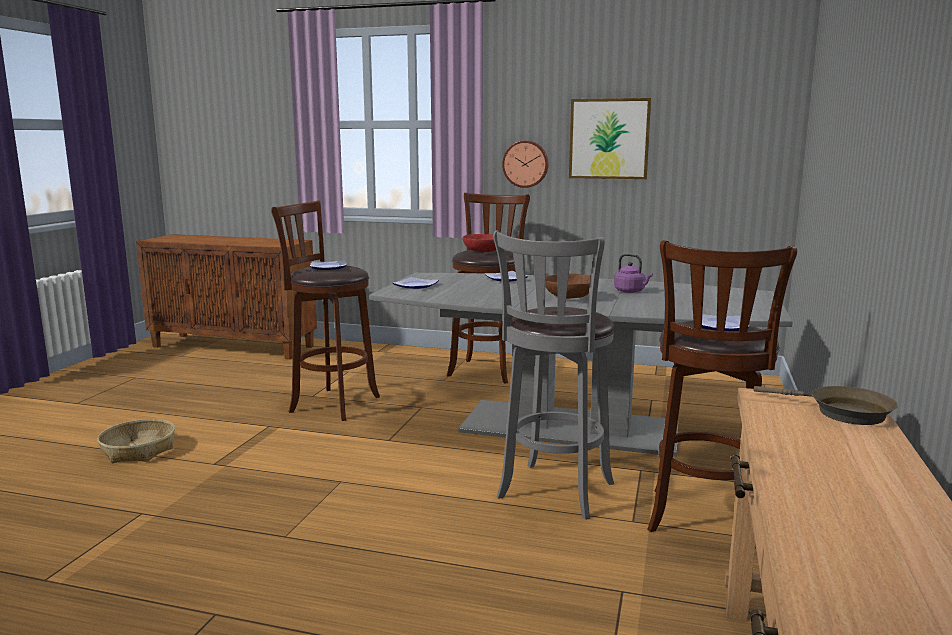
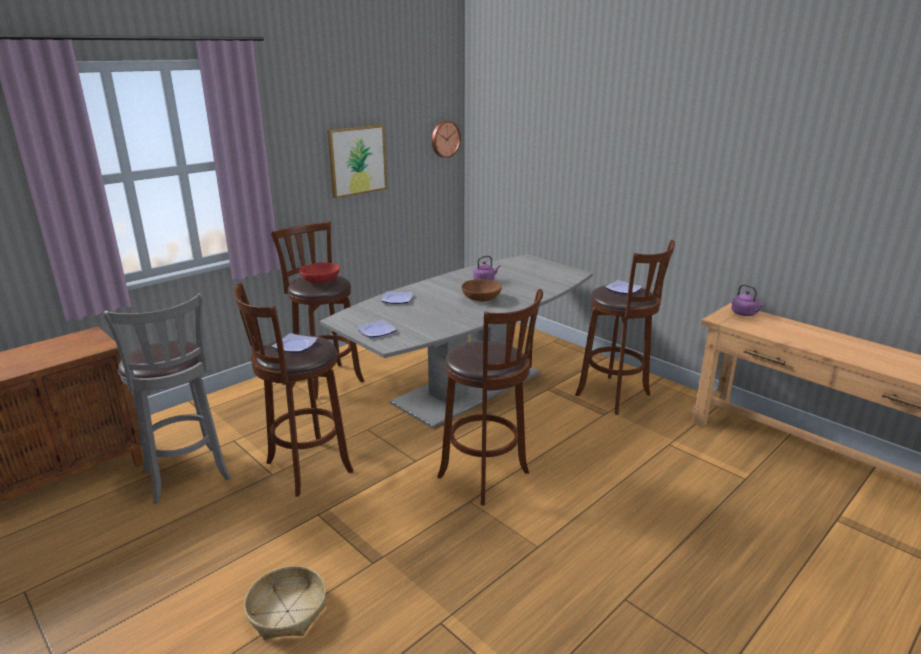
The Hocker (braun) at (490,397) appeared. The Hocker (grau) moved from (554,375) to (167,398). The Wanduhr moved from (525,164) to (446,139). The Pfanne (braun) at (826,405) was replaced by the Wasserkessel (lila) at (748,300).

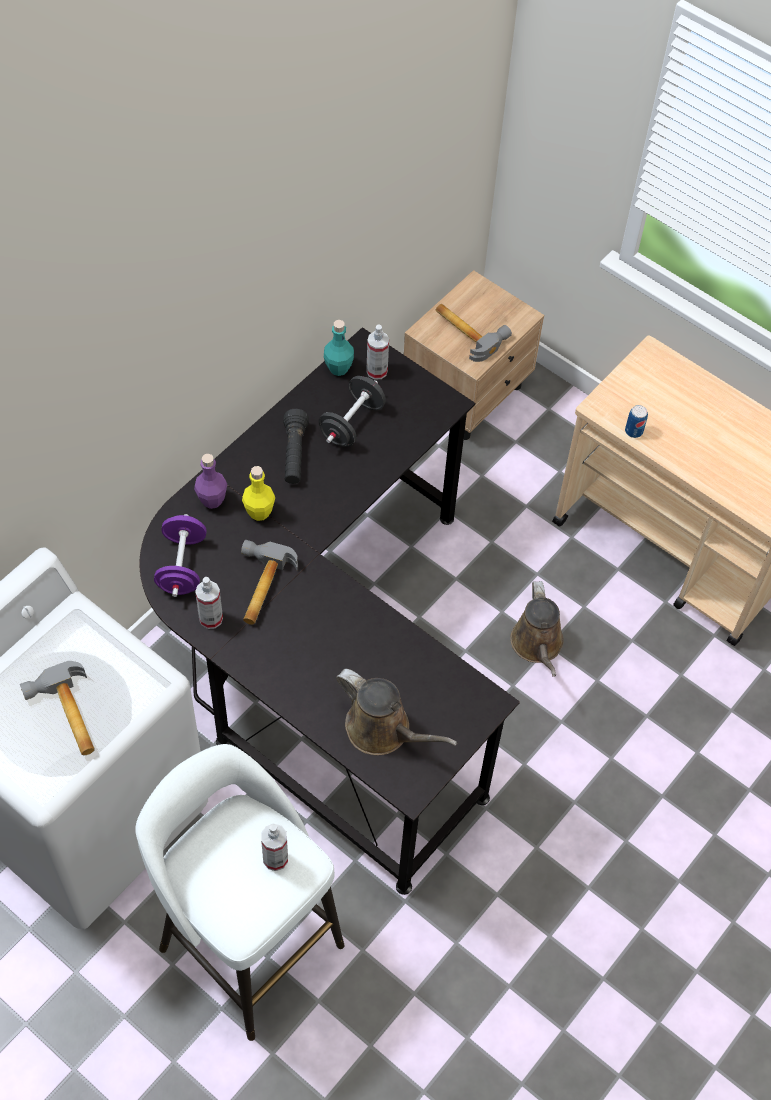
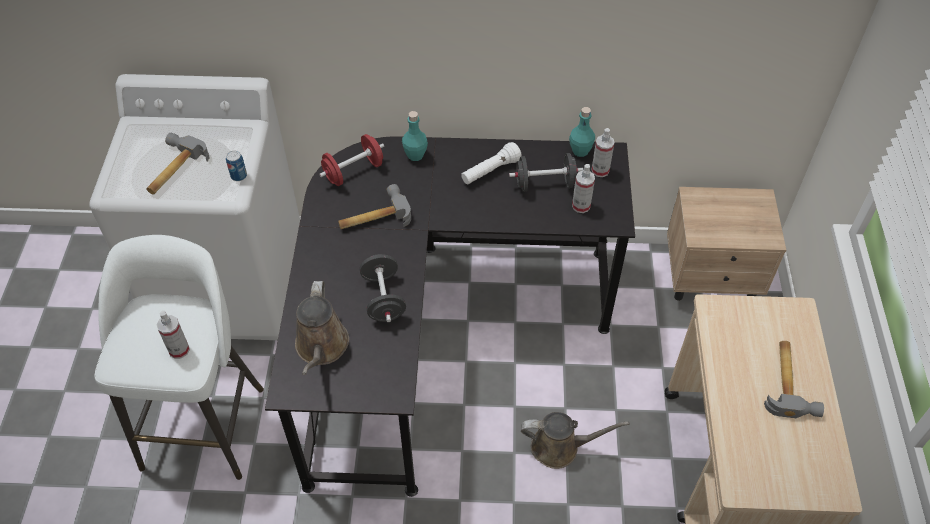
The Flasche (gelb) at (258,493) disappeared. The Hantel (schwarz) at (383,288) appeared. The Sprühflasche moved from (209,603) to (583,188). The Hammer moved from (474,333) to (794,379). The Dose moved from (636,421) to (236,166). The Hantel (lila) at (180,555) became the Hantel (rot) at (351,160). The Flasche (lila) at (210,481) became the Flasche (türkis) at (415,136). The Taschenlampe (schwarz) at (296,446) became the Taschenlampe (weiß) at (491,163). The Gießkanne (braun) at (537,628) turned 135 degrees counterclockwise.

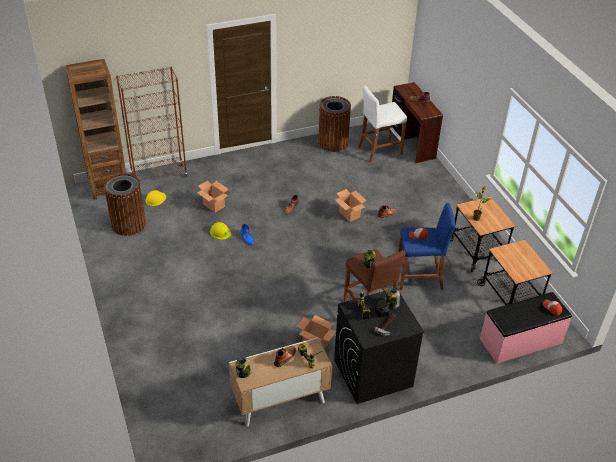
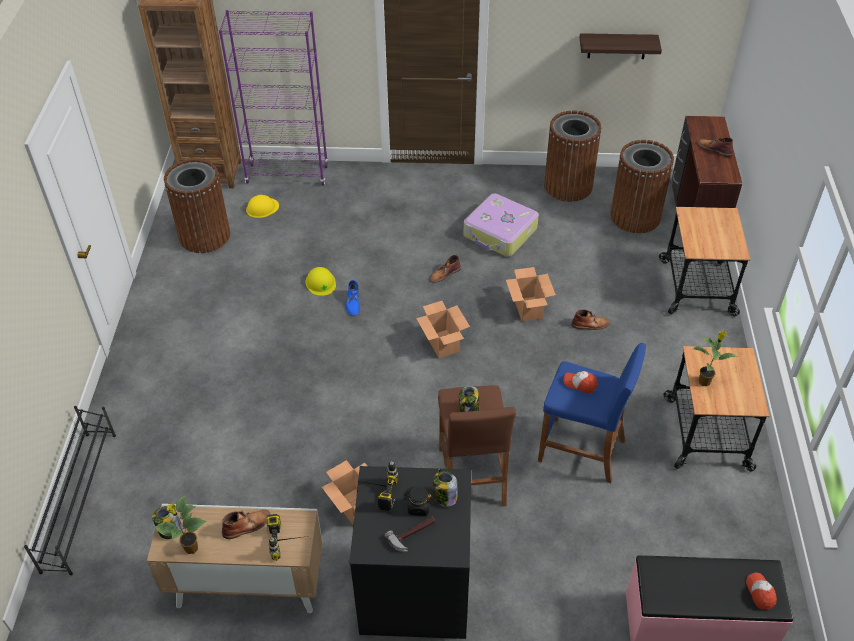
The Schuhregal (schwarz) at (70,490) appeared. The Topfpflanze at (180,525) appeared. The Koffer at (501,225) appeared. The Wandregal at (621,46) appeared. The Karton moved from (213,196) to (443,329). The Rollwagen moved from (515,272) to (704,261). The Hocker (weiß) at (382,124) was replaced by the Mülleimer (braun) at (642,186). The Bücherregal (braun) at (152,123) became the Bücherregal (lila) at (274,97).

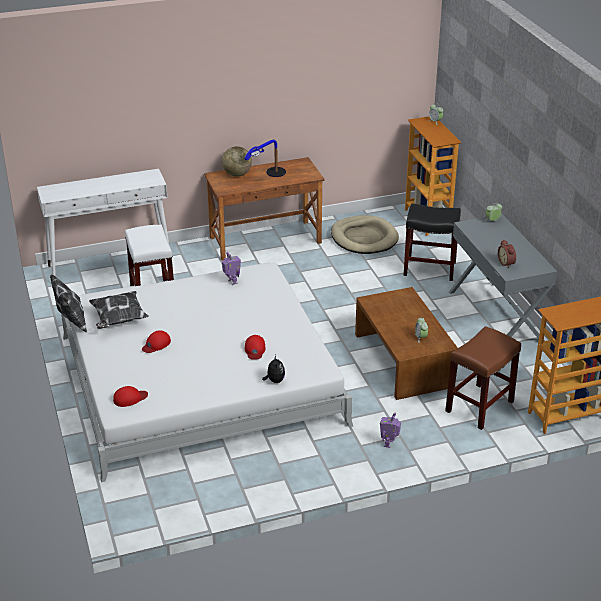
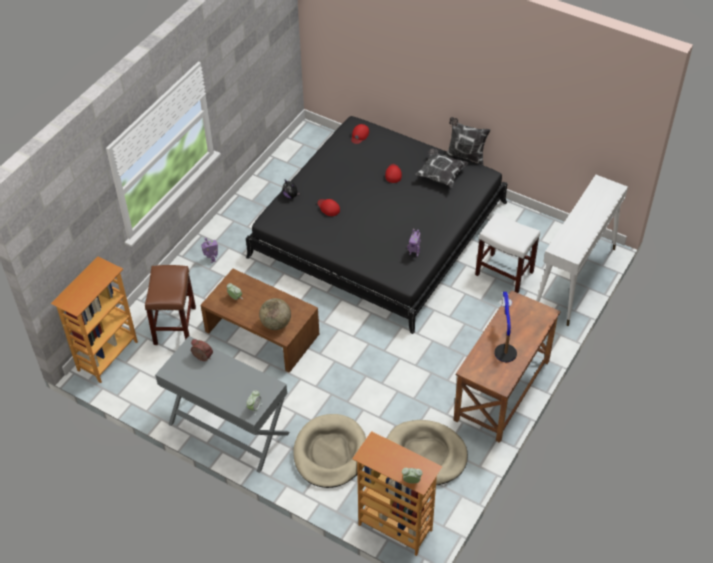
The Globus moved from (237,161) to (275,314). The Hocker (schwarz) at (432,242) was replaced by the Hundebett (beige) at (329,451). The Bett (weiß) at (207,372) became the Bett (schwarz) at (377,225).

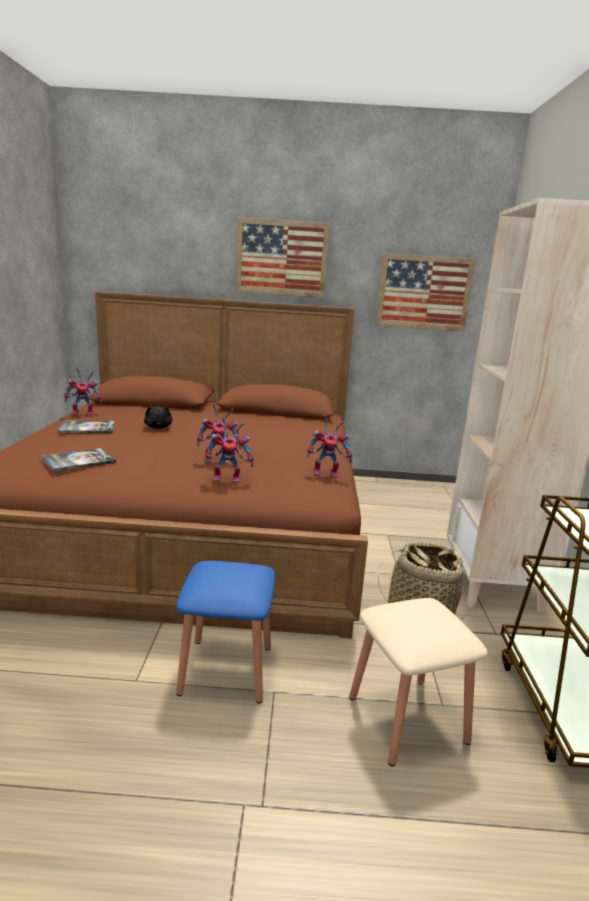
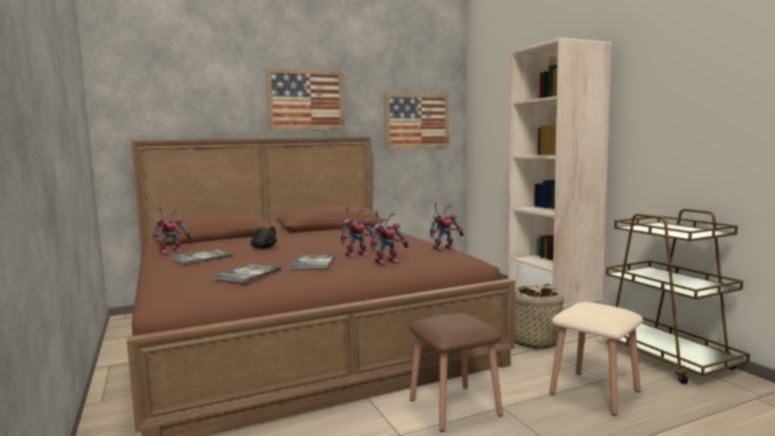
The Buch at (312,262) appeared. The Hocker (blau) at (225,632) became the Hocker (braun) at (456,372).

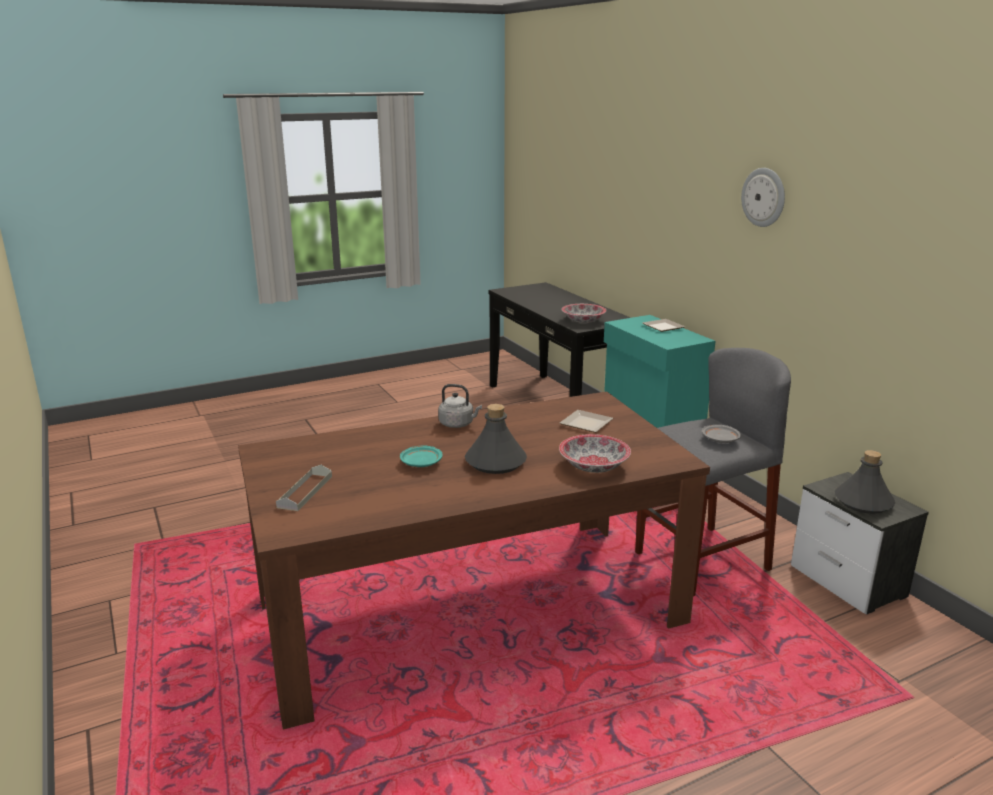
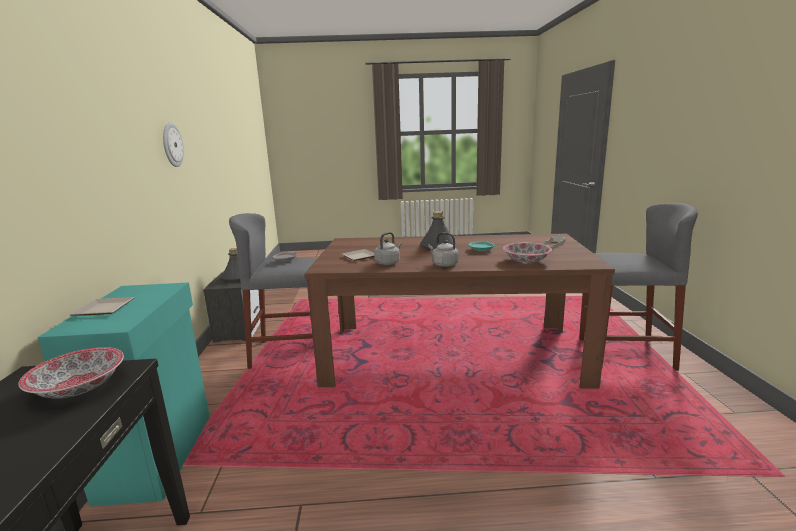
The Wasserkessel (grau) at (388,248) appeared. The Hocker (grau) at (638,287) appeared. The Schüssel moved from (595,453) to (527,253). The Wanduhr moved from (763,197) to (173,144).

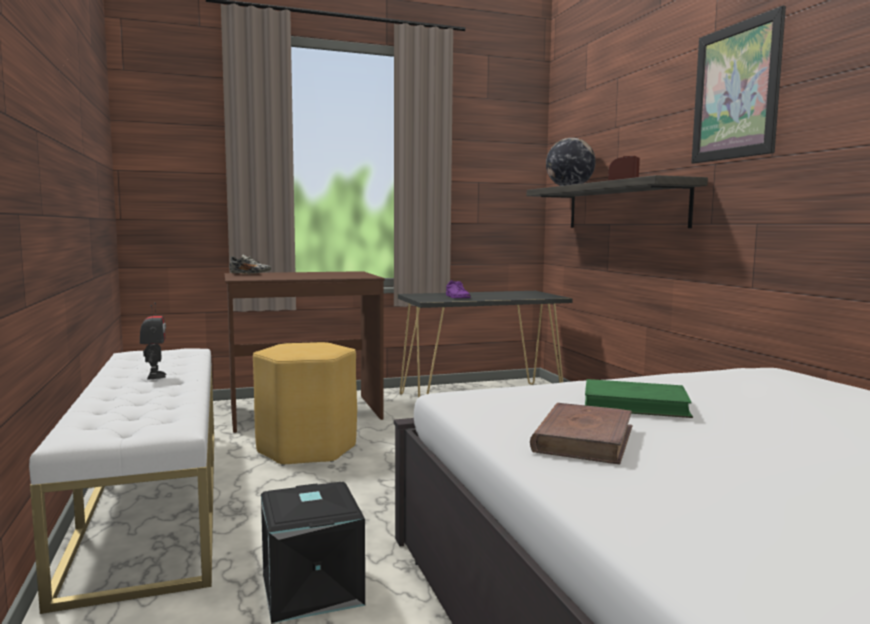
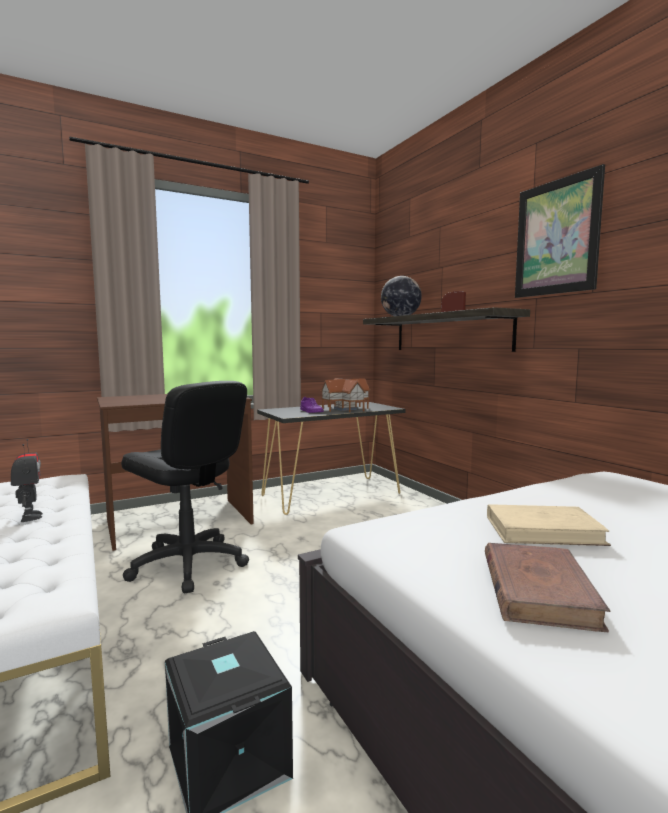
The Schuh at (250,265) disappeared. The Spielzeughaus at (345,395) appeared. The Hocker (gelb) at (305,404) was replaced by the Bürostuhl (schwarz) at (185,487). The Buch (grün) at (639,398) became the Buch (beige) at (549,525).

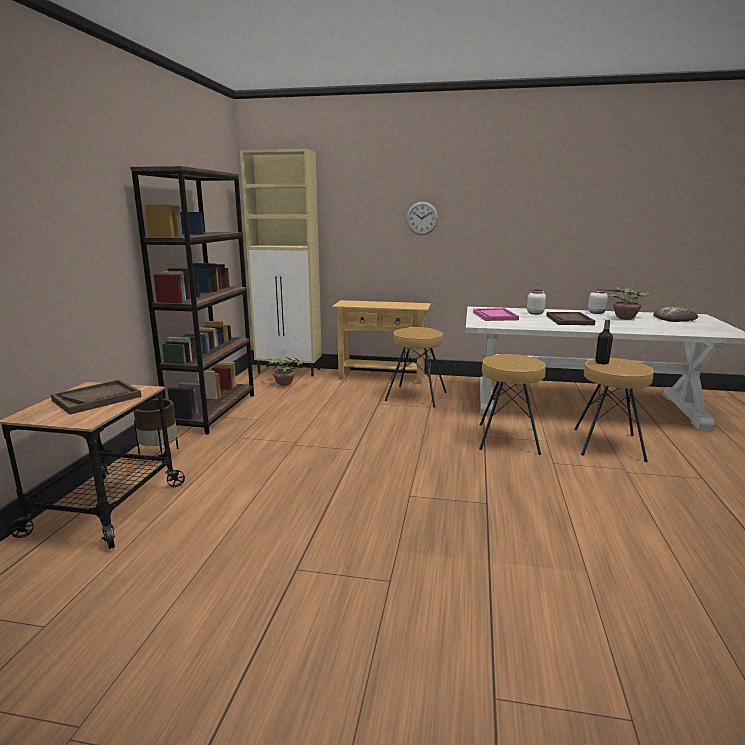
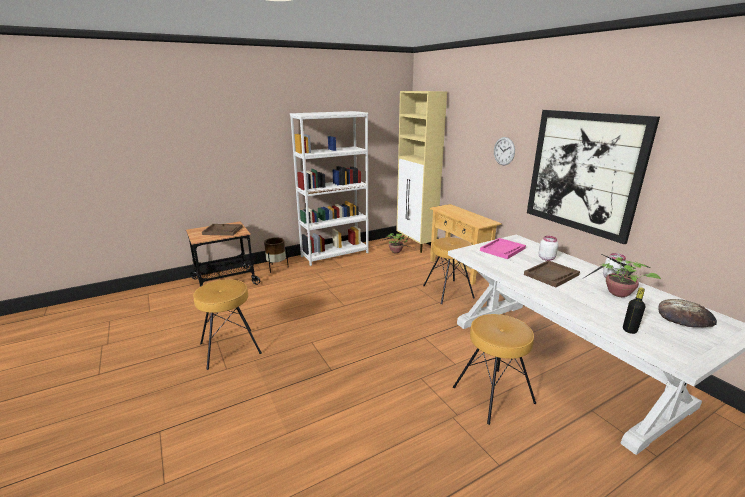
The Bild at (593,177) appeared. The Hocker (braun) moved from (512,404) to (227,324). The Flasche (schwarz) moved from (604,341) to (634,310). The Bücherregal (braun) at (192,300) became the Bücherregal (weiß) at (329,188).

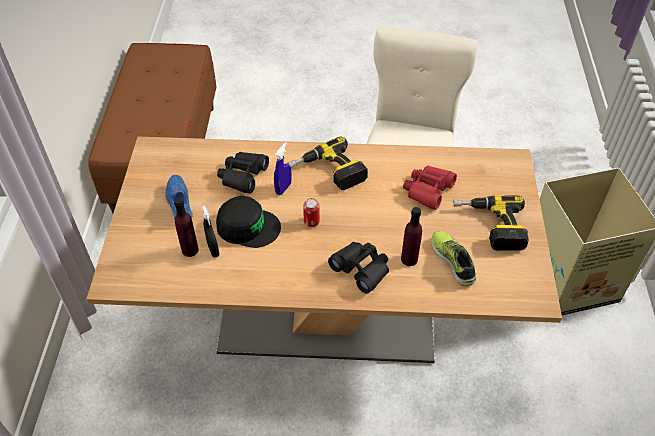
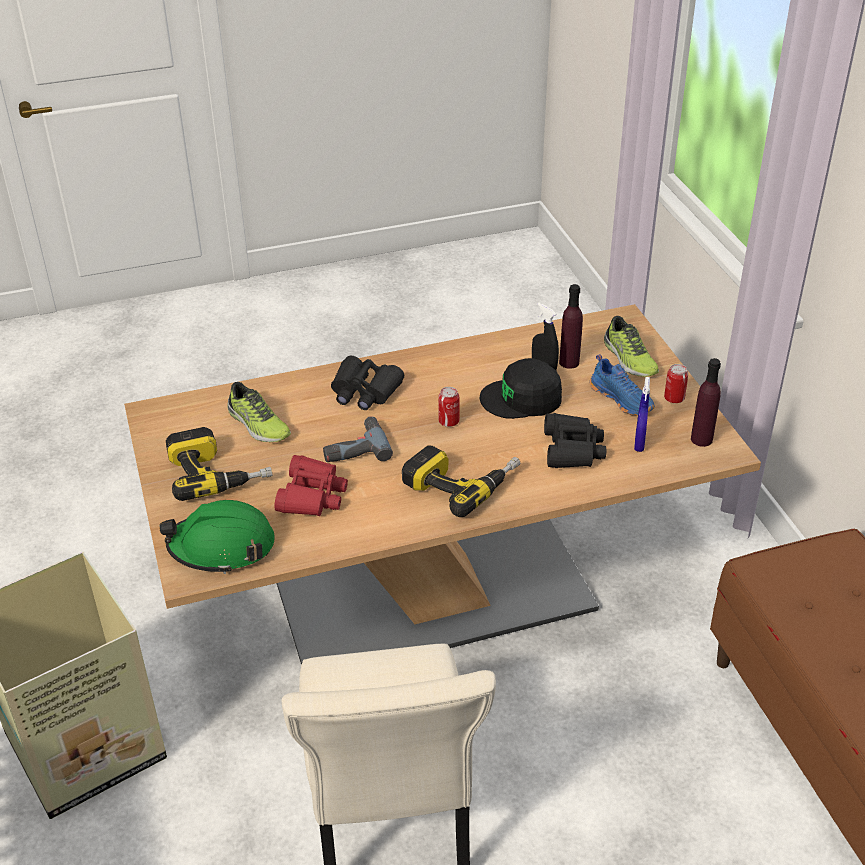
The Schutzhelm (grün) at (217,537) appeared. The Bohrmaschine at (358,439) appeared. The Schuh at (631,346) appeared. The Dose at (676,383) appeared. The Sprühflasche (blau) moved from (283,168) to (642,414). The Flasche (lila) moved from (411,236) to (706,402).

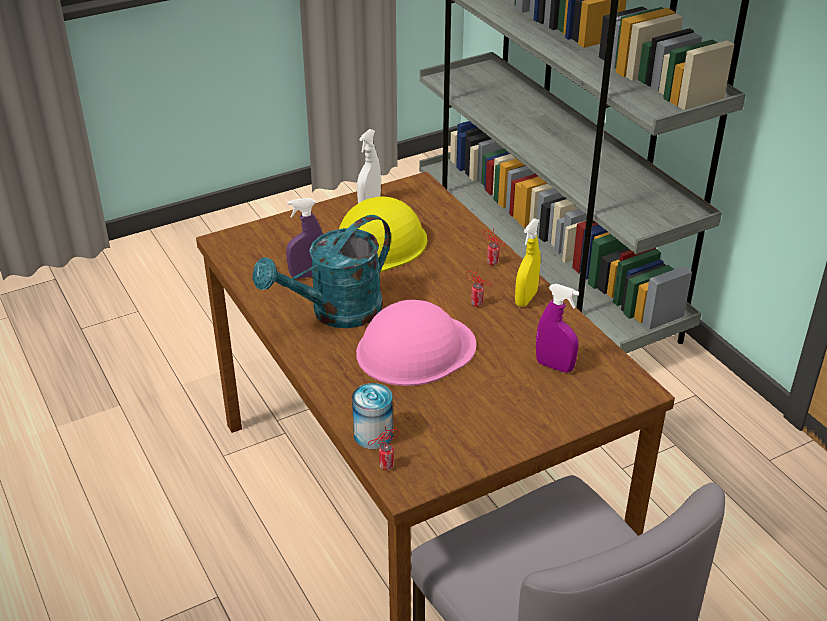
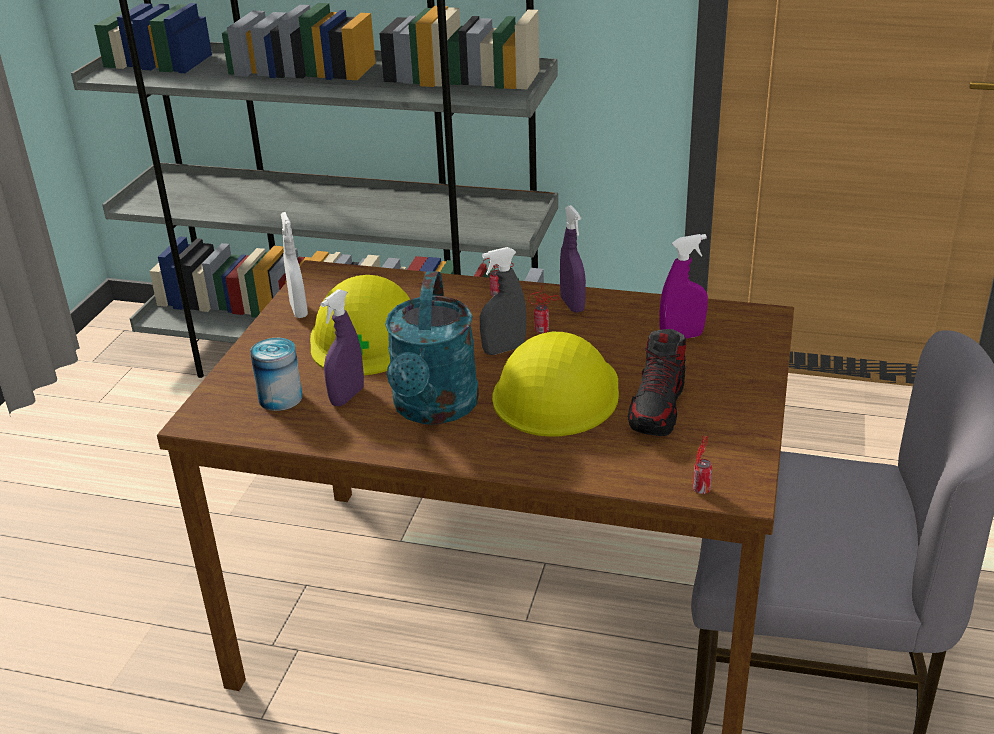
The Sprühflasche (grau) at (503,301) appeared. The Schuh at (657,382) appeared. The Dose moved from (372,416) to (276,374). The Schutzhelm (rosa) at (416,343) became the Schutzhelm (gelb) at (555,384). The Sprühflasche (gelb) at (527,262) became the Sprühflasche (lila) at (573,259).

